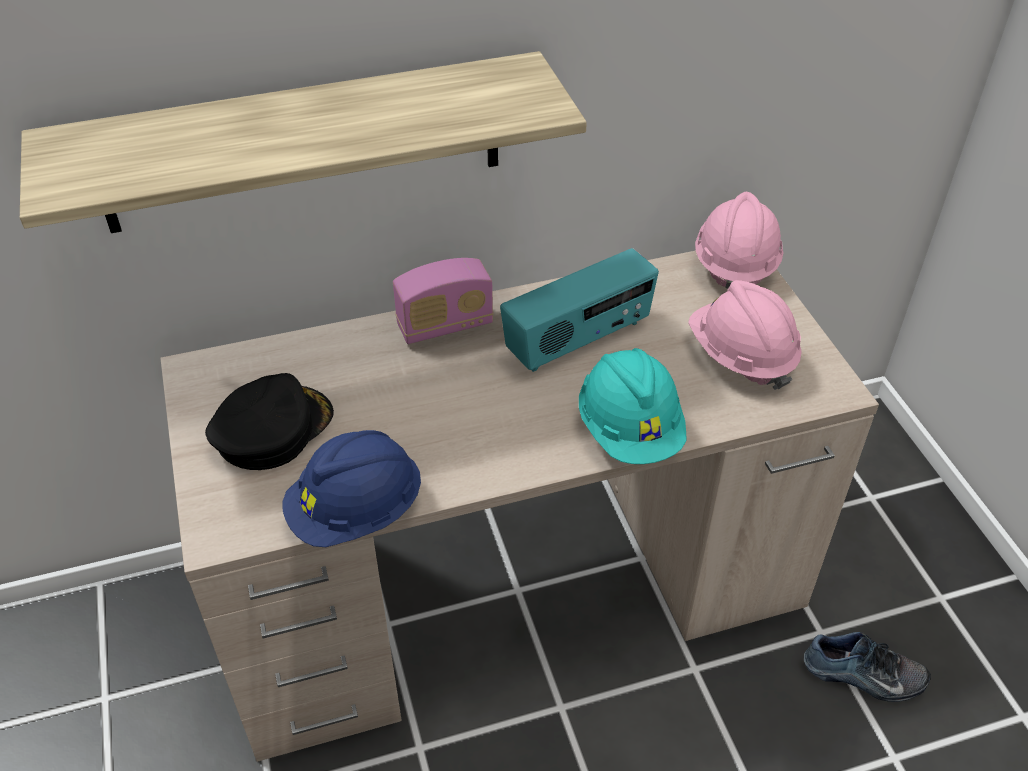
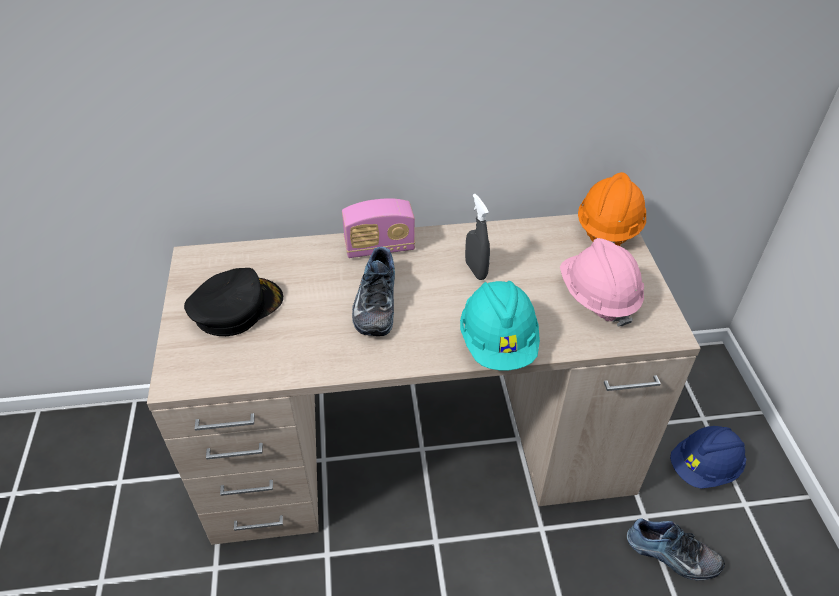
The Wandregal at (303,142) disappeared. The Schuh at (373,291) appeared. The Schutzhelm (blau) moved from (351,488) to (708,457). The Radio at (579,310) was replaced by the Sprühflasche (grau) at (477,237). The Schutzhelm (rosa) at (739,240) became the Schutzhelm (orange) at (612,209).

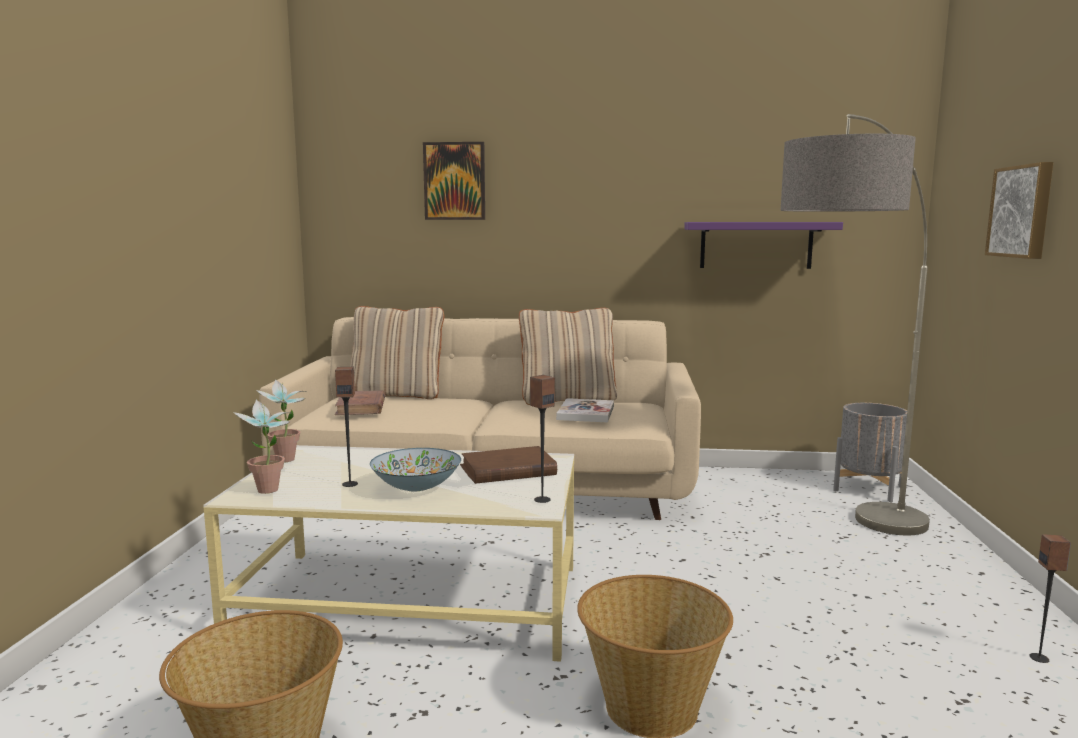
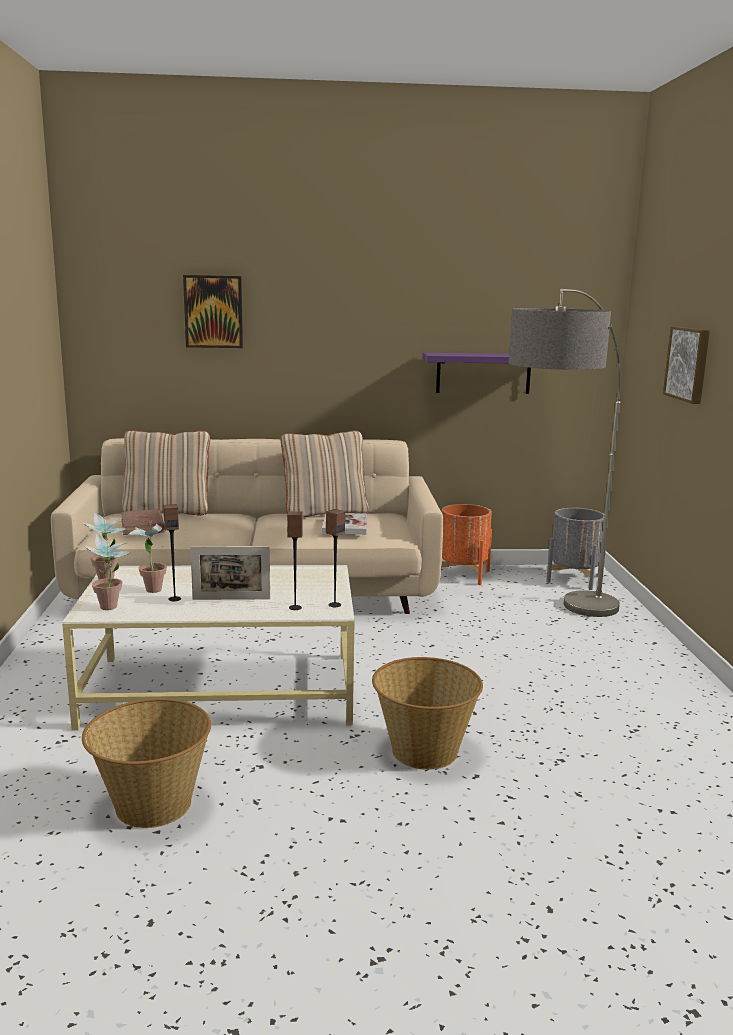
The Buch (braun) at (508,465) disappeared. The Topfpflanze at (147,557) appeared. The Pflanzkübel (orange) at (466,544) appeared. The Lautsprecher moved from (1050,598) to (295,560). The Schüssel at (415,470) was replaced by the Bilderrahmen at (230,573).

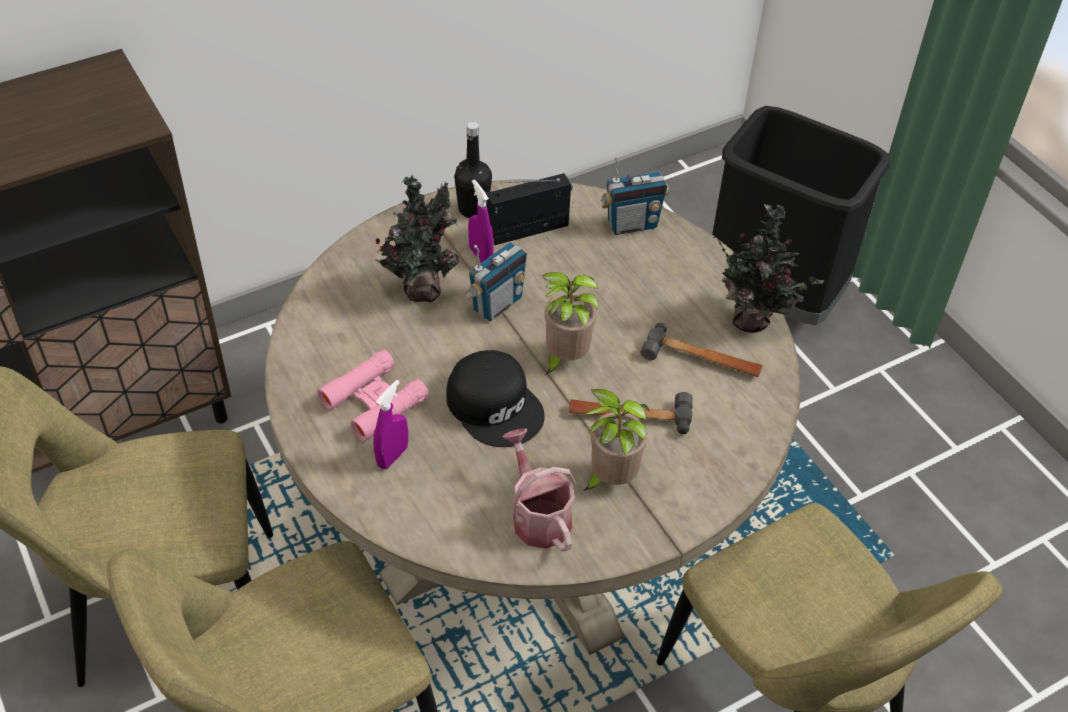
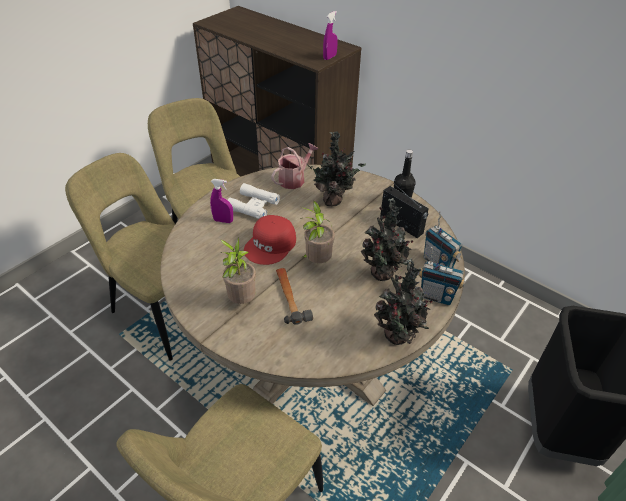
The Hammer at (702,350) disappeared. The Topfpflanze at (386,239) appeared. The Radio moved from (495,281) to (441,276). The Sprühflasche (lila) moved from (481,221) to (330,35). The Gießkanne moved from (539,490) to (294,166). The Fernglas (rosa) at (373,395) became the Fernglas (weiß) at (254,201). The Kappe (schwarz) at (495,398) became the Kappe (rot) at (270,240).

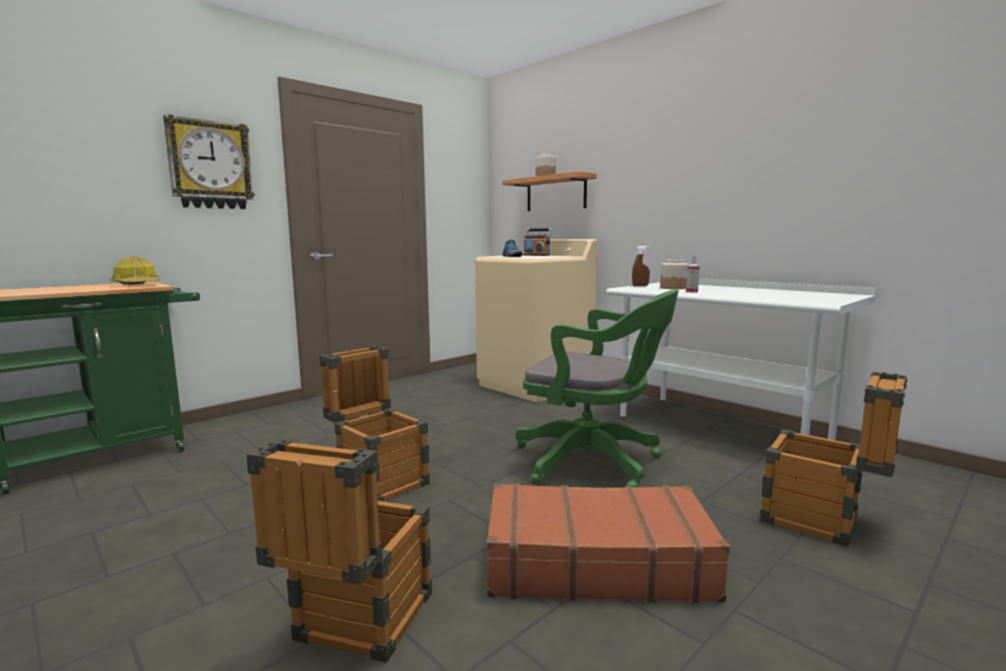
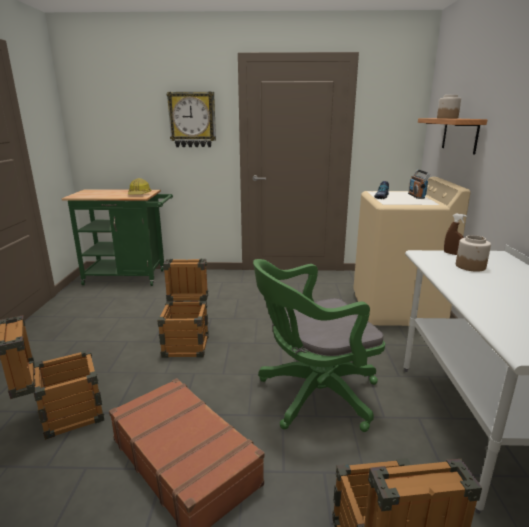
The Sprühflasche at (693,274) disappeared. The Bürostuhl (grün) at (597,388) turned 90 degrees clockwise.

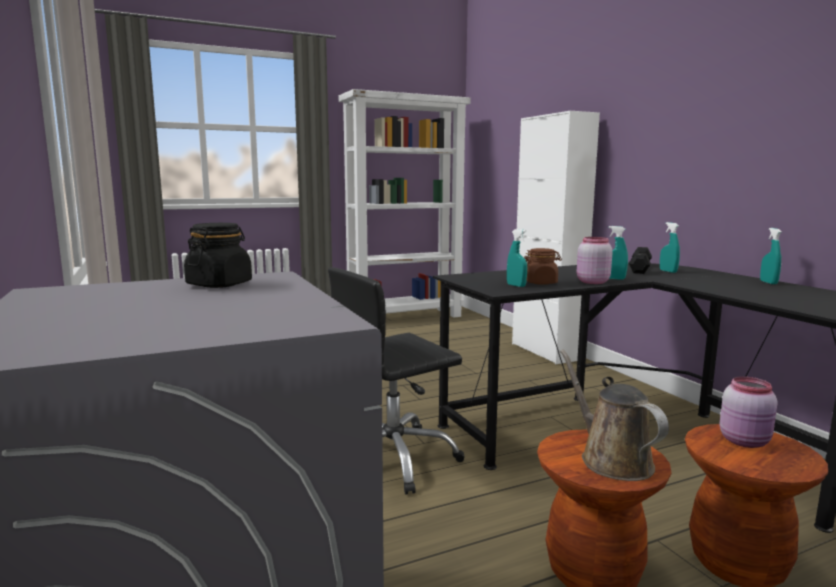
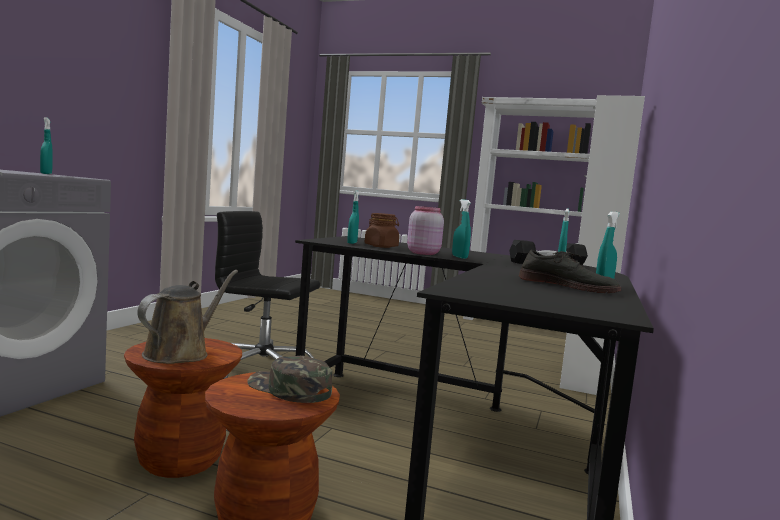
The Schuh (grau) at (570,271) appeared. The Vorratsglas (schwarz) at (218,255) was replaced by the Sprühflasche (türkis) at (46,145). The Vorratsglas (rosa) at (748,412) was replaced by the Kappe (grün) at (289,379).

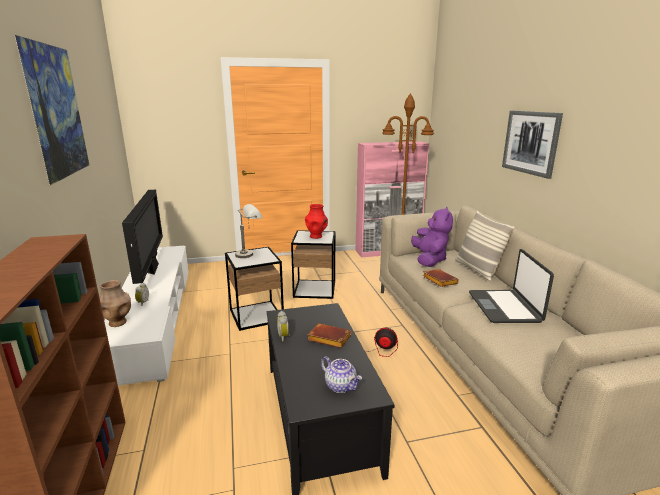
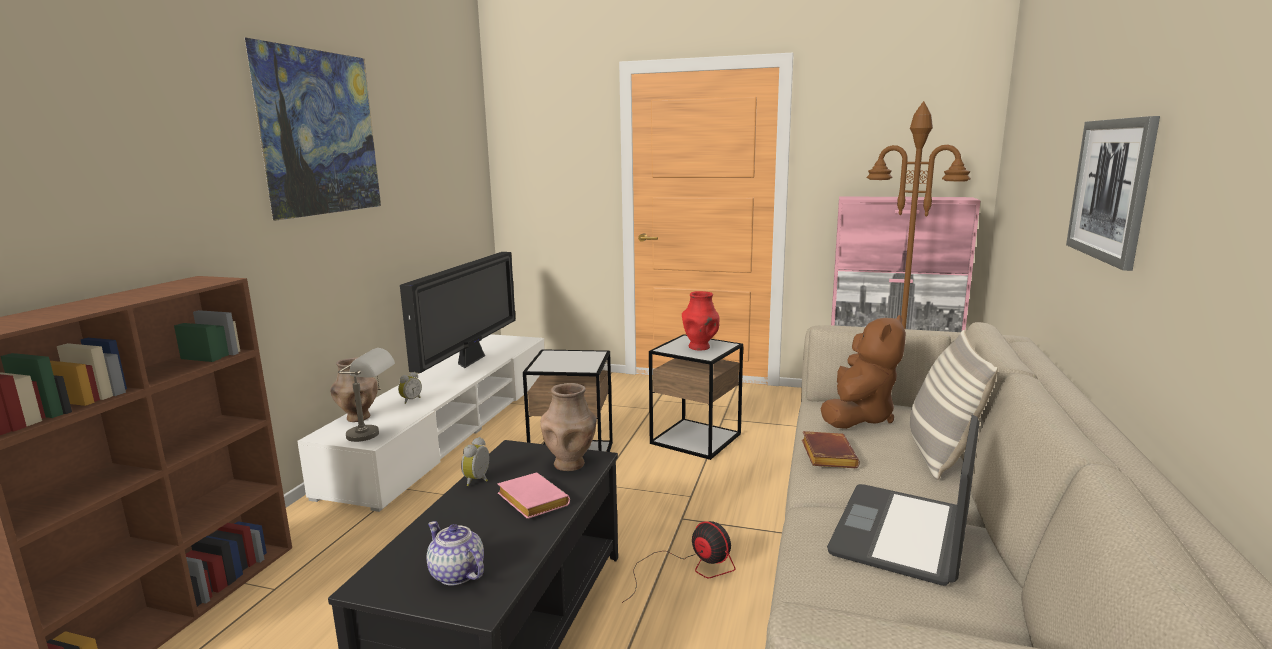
The Vase (braun) at (568,427) appeared. The Tischlampe (grau) moved from (249,231) to (366,395). The Buch (braun) at (329,335) became the Buch (rosa) at (534,496). The Plüschtier (lila) at (432,237) became the Plüschtier (braun) at (863,372). The Teekanne at (341,374) turned 150 degrees clockwise.

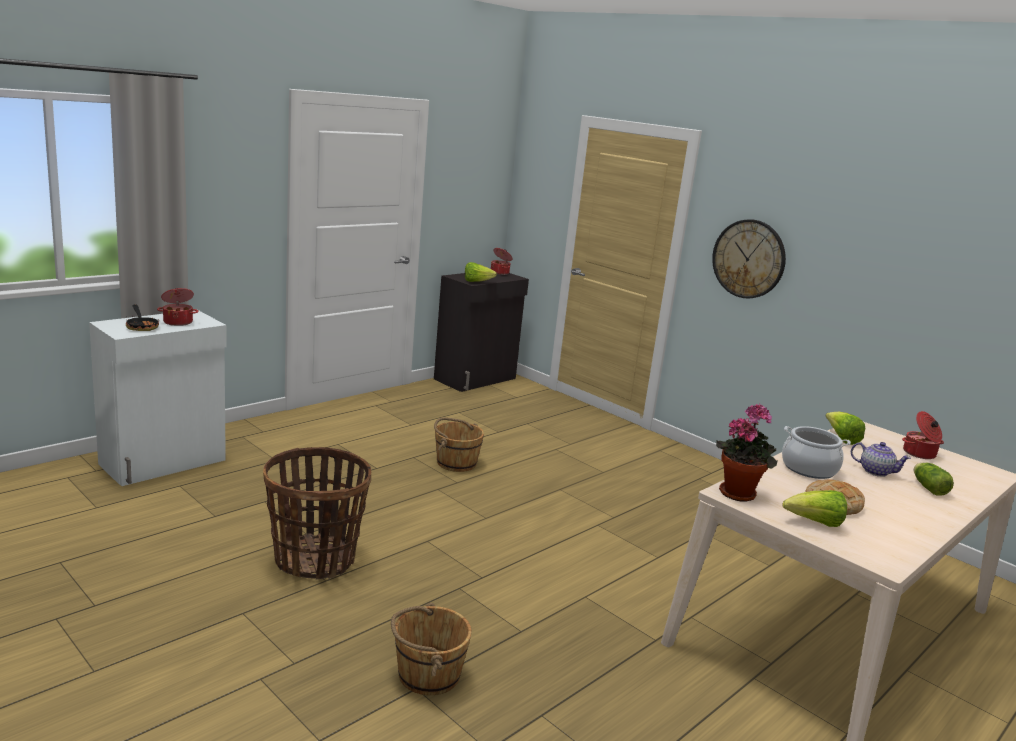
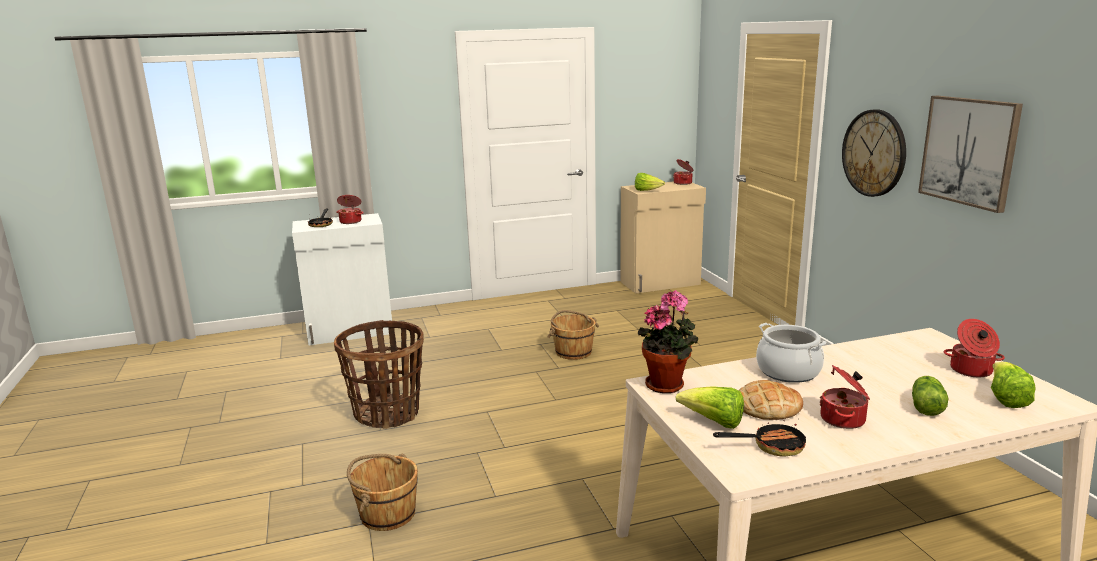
The Teekanne at (881,459) disappeared. The Pfanne at (759,438) appeared. The Kochtopf at (845,397) appeared. The Bild at (970,154) appeared. The Salatkopf moved from (845,428) to (1013,385). The Schrank (schwarz) at (481,332) became the Schrank (beige) at (663,237).

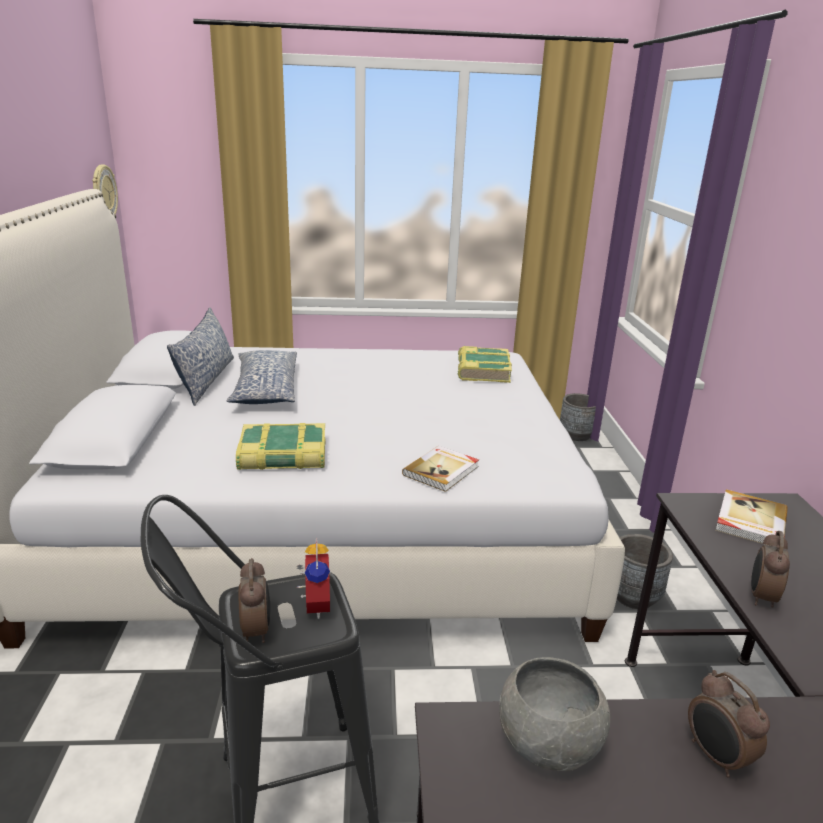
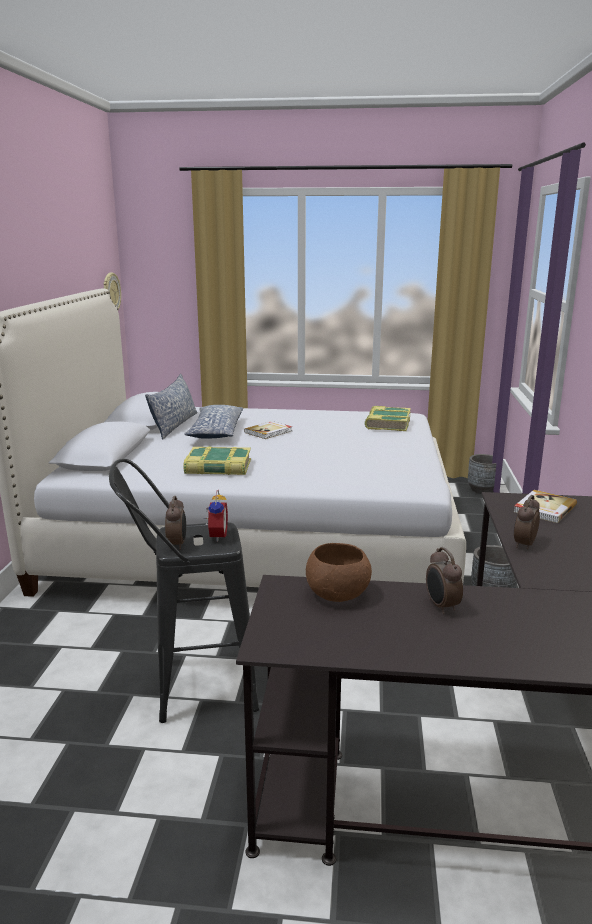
The Buch moved from (440,469) to (268,430). The Schüssel (grau) at (554,714) became the Schüssel (braun) at (339,572).

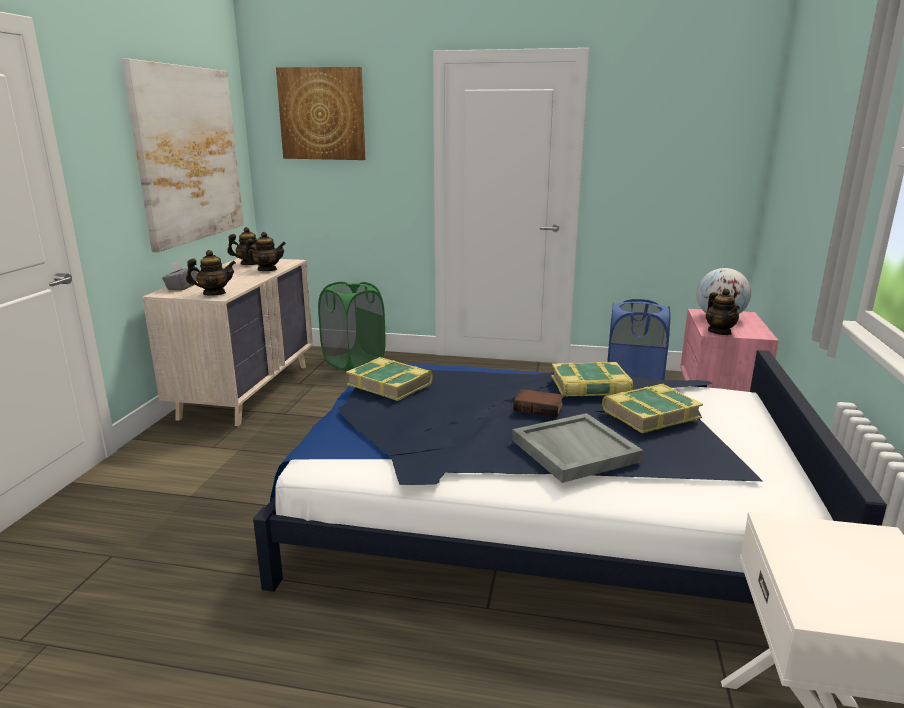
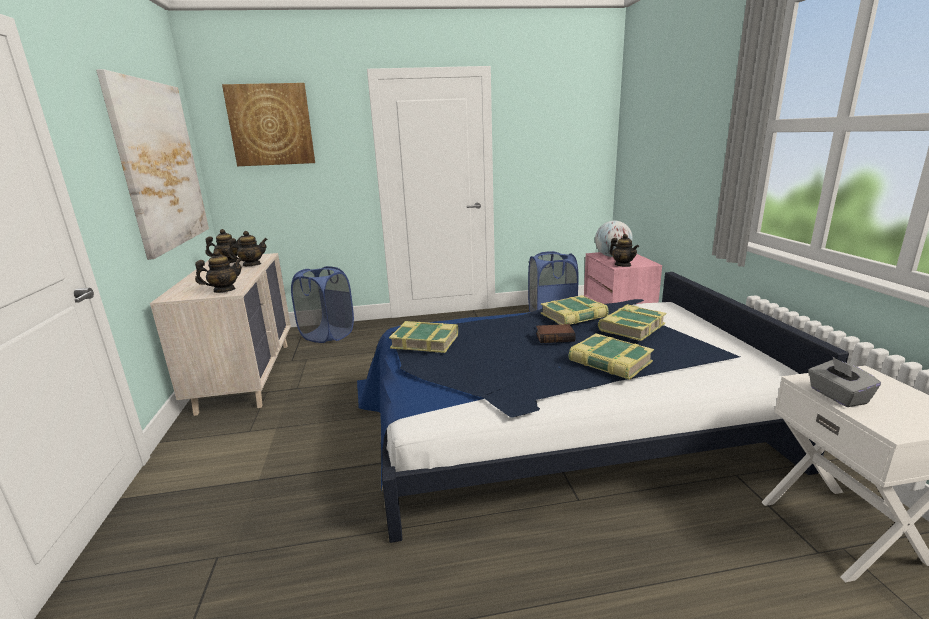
The Taschentuchbox (grau) moved from (179,275) to (844,382). The Tablett (grau) at (577,448) was replaced by the Buch at (611,356). The Wäschekorb (grün) at (352,326) became the Wäschekorb (blau) at (322,304).

